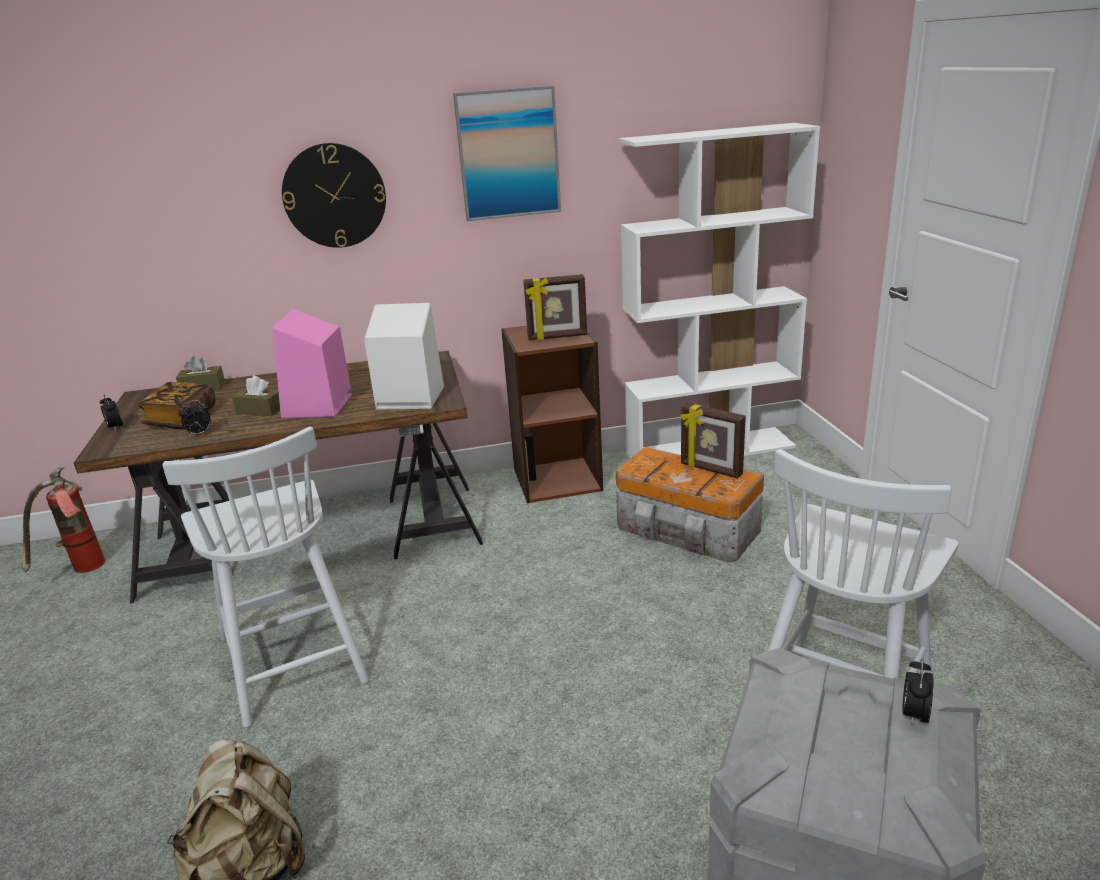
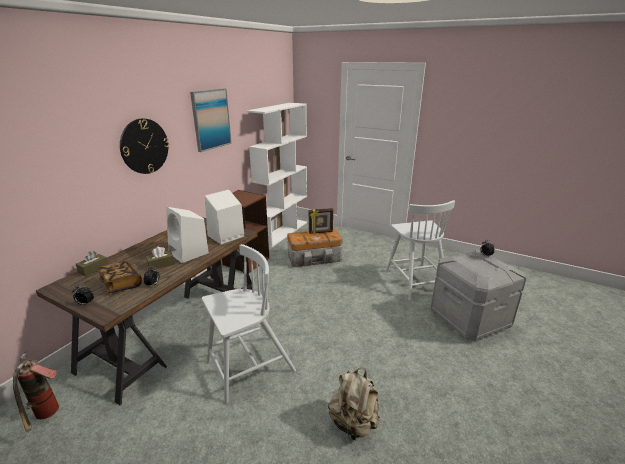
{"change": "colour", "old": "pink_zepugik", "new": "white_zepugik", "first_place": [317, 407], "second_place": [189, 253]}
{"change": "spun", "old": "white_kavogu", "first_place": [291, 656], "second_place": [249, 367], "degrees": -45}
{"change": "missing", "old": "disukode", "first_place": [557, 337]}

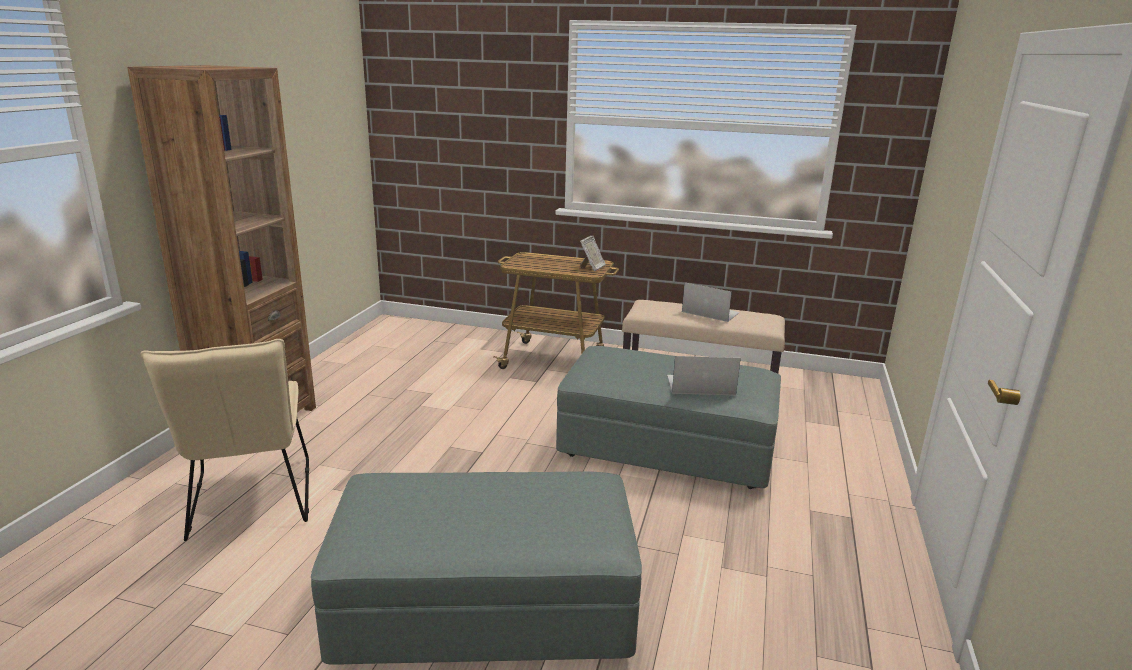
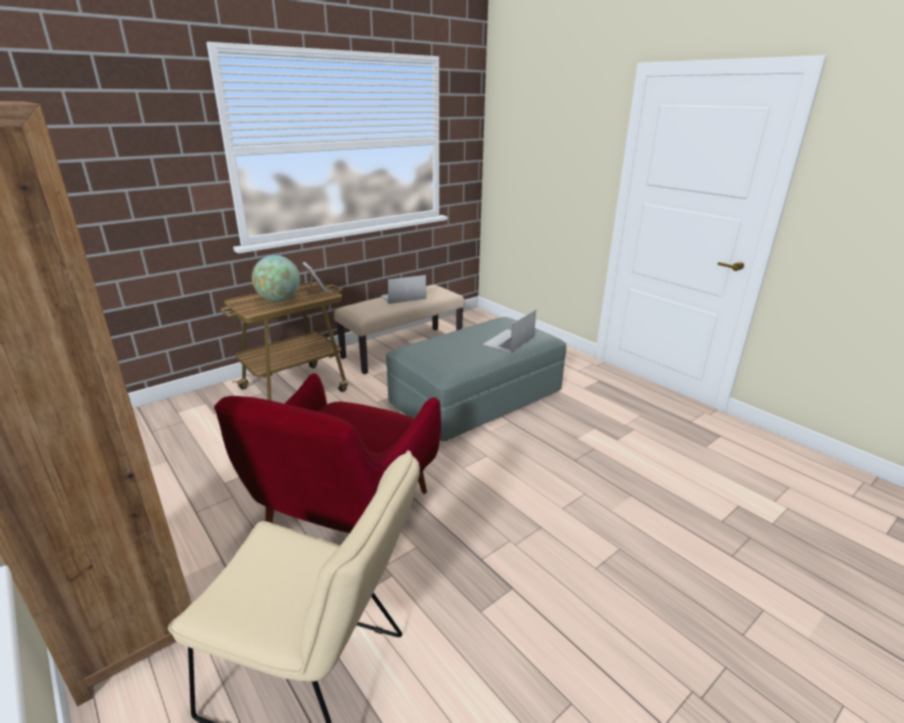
{"change": "appeared", "new": "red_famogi", "second_place": [345, 518]}
{"change": "appeared", "new": "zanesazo", "second_place": [279, 300]}
{"change": "missing", "old": "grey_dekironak", "first_place": [484, 608]}

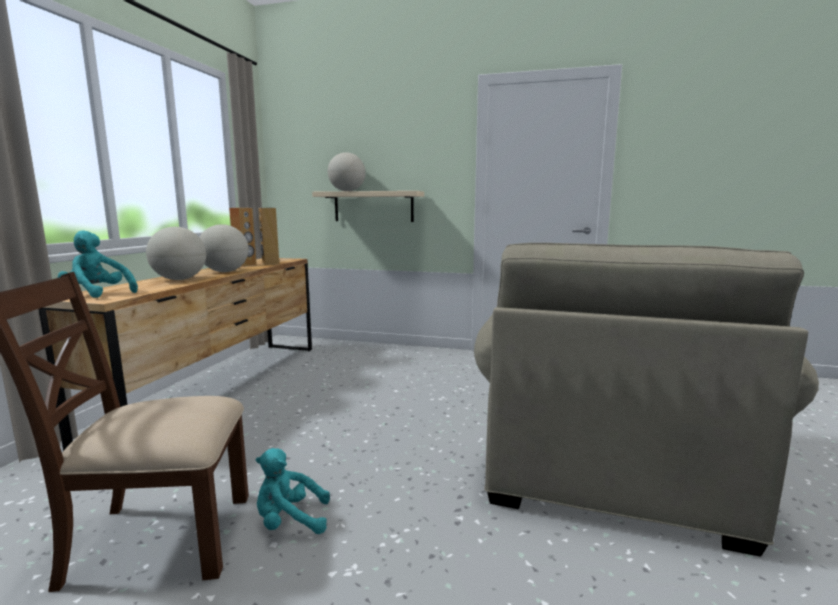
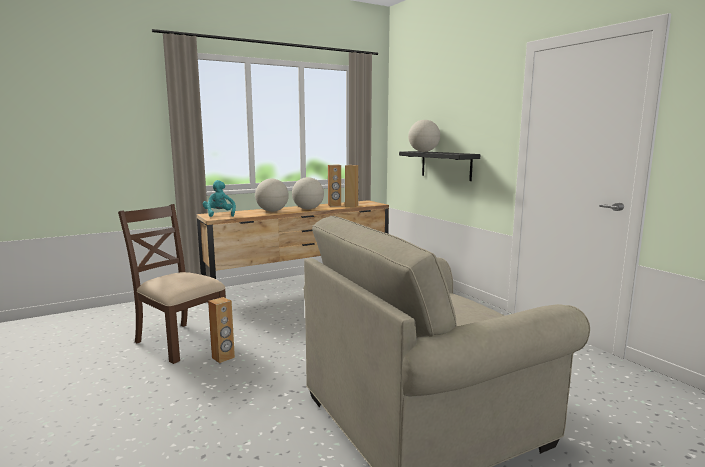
{"change": "exchanged", "old": "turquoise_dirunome", "new": "brown_zepugik", "first_place": [290, 521], "second_place": [223, 358]}
{"change": "colour", "old": "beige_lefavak", "new": "black_lefavak", "first_place": [373, 206], "second_place": [446, 165]}

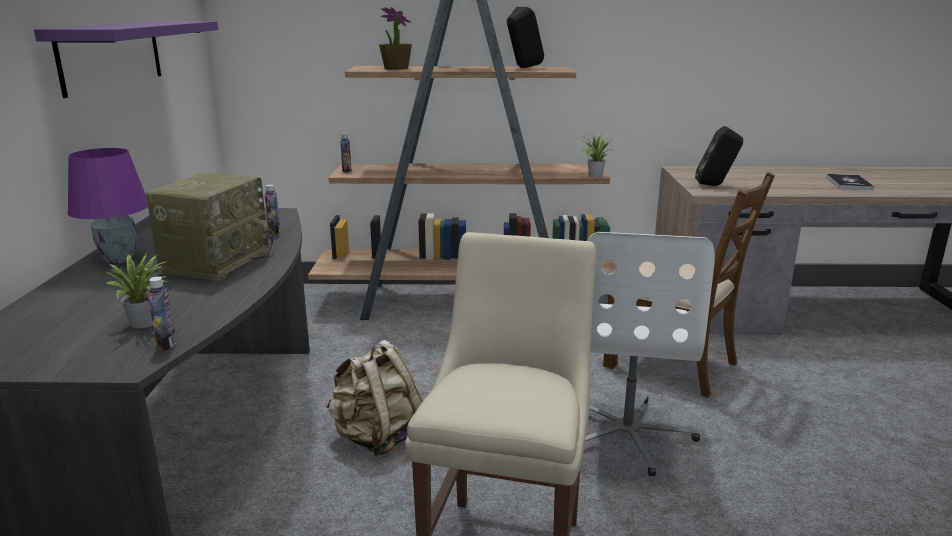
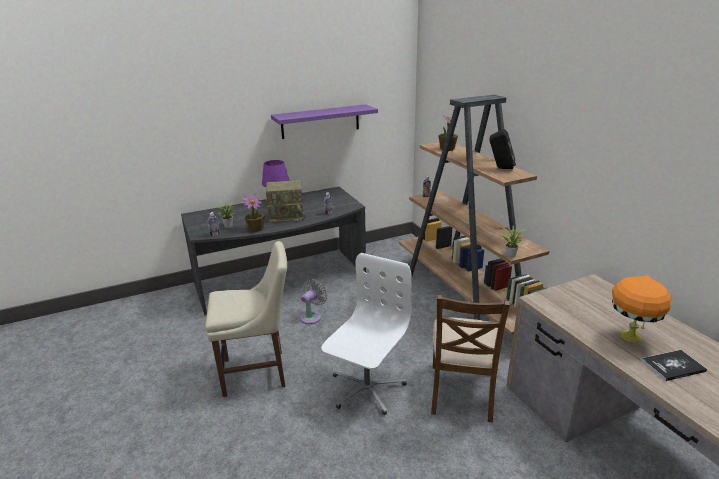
{"change": "appeared", "new": "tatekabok", "second_place": [256, 229]}
{"change": "exchanged", "old": "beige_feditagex", "new": "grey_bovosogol", "first_place": [376, 437], "second_place": [312, 316]}
{"change": "spun", "old": "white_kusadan", "first_place": [628, 433], "second_place": [366, 388], "degrees": 135}
{"change": "appeared", "new": "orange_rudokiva", "second_place": [630, 337]}
{"change": "missing", "old": "black_zepugik", "first_place": [715, 185]}

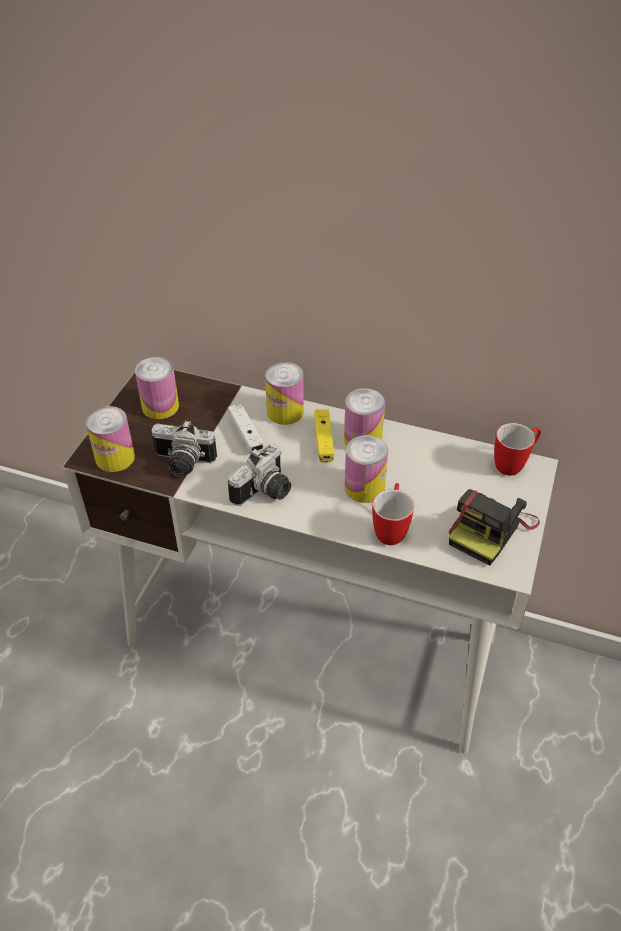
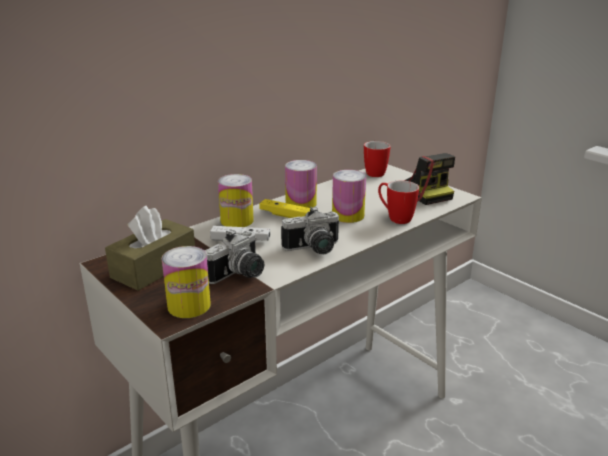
{"change": "exchanged", "old": "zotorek", "new": "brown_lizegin", "first_place": [160, 406], "second_place": [154, 268]}
{"change": "spun", "old": "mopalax", "first_place": [265, 492], "second_place": [314, 249], "degrees": 90}

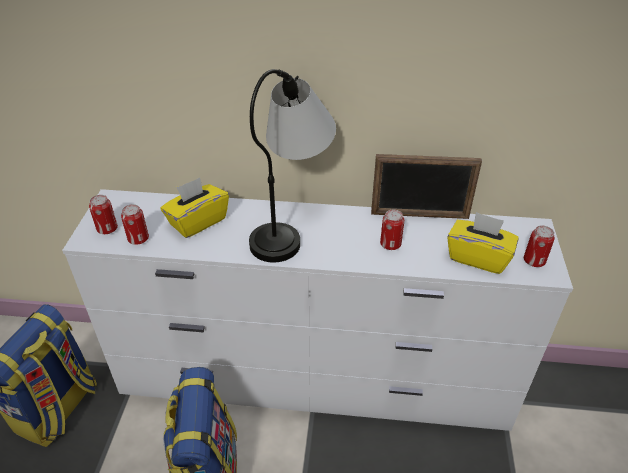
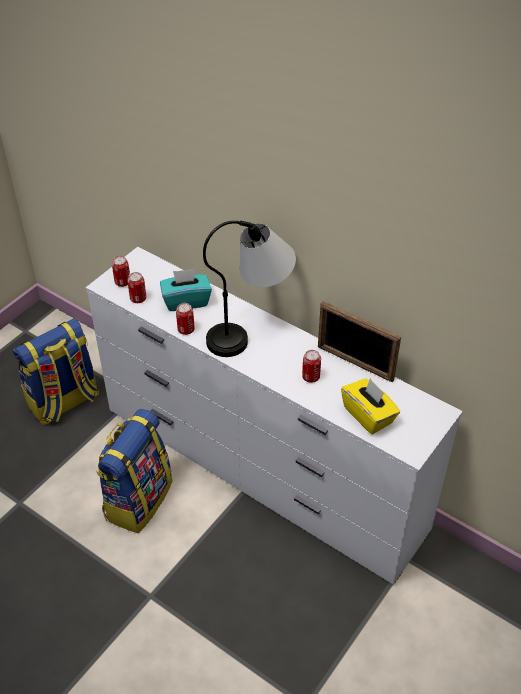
{"change": "colour", "old": "yellow_lizegin", "new": "turquoise_lizegin", "first_place": [197, 222], "second_place": [186, 301]}
{"change": "relocated", "old": "zotorek", "first_place": [534, 261], "second_place": [186, 329]}

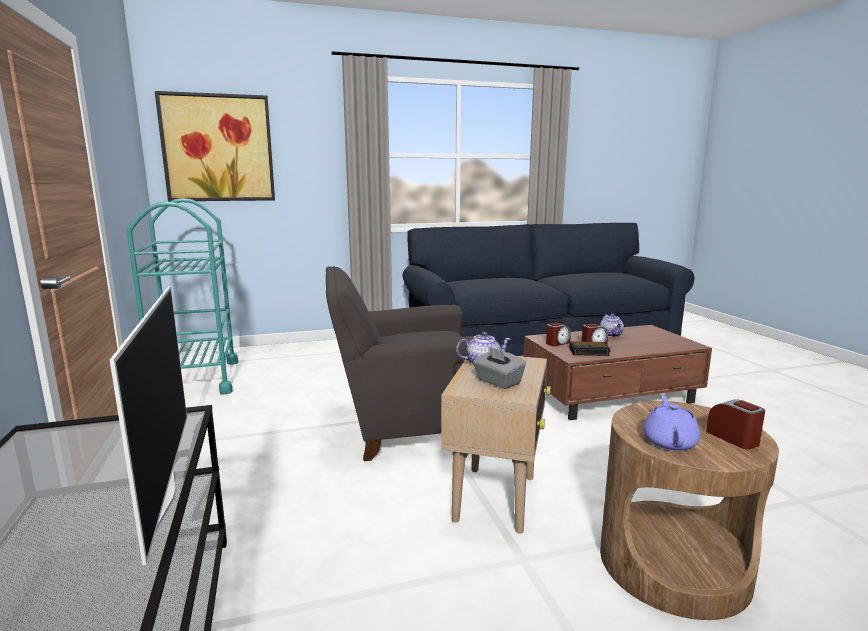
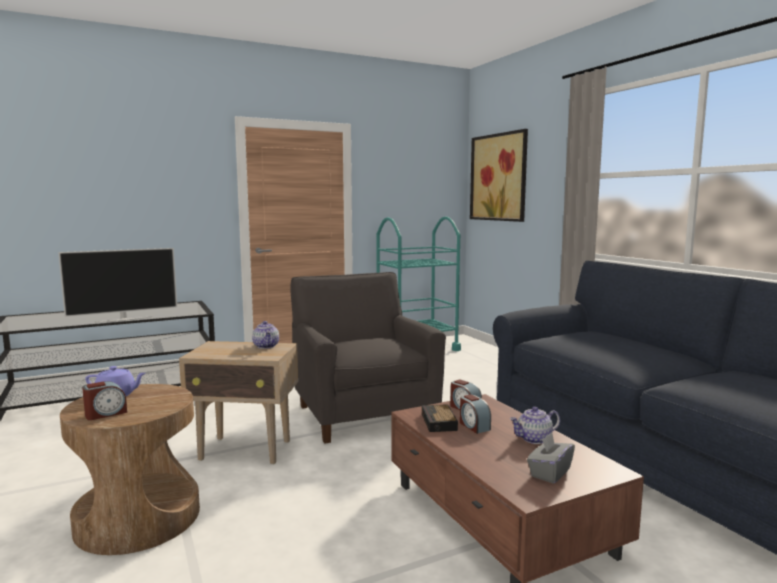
{"change": "relocated", "old": "grey_lizegin", "first_place": [498, 382], "second_place": [549, 473]}

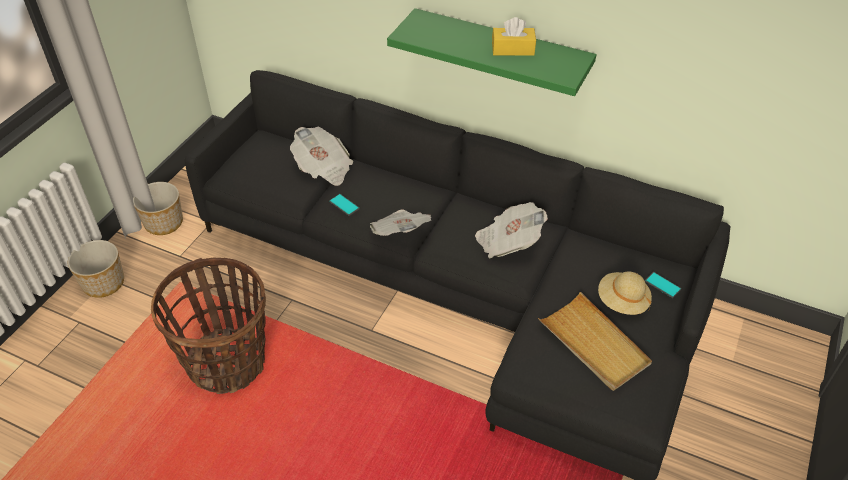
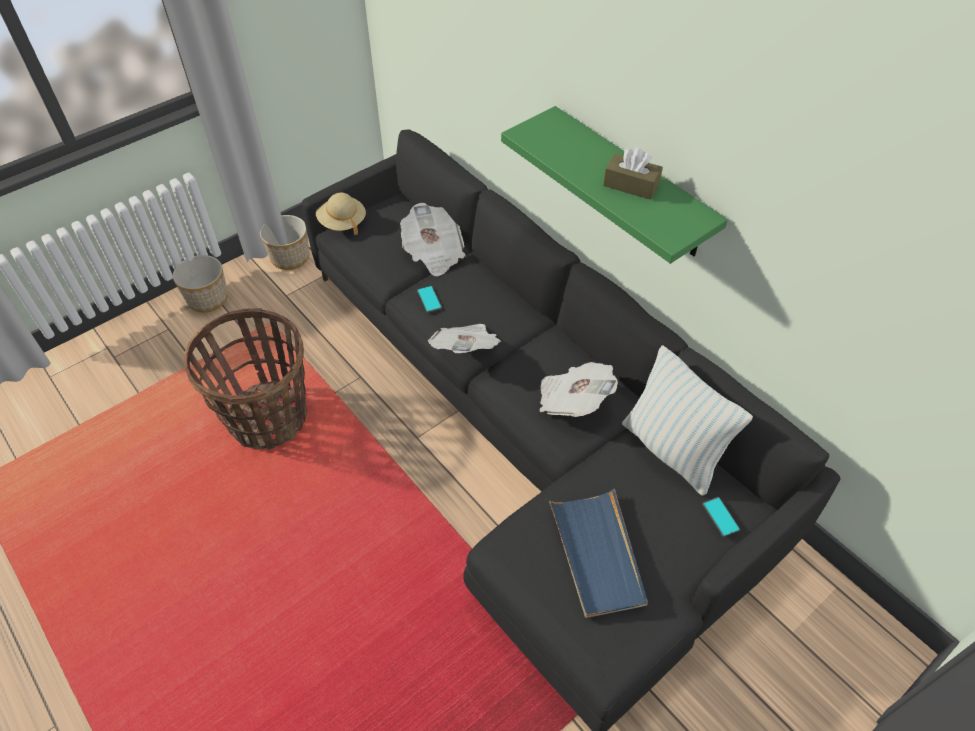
{"change": "relocated", "old": "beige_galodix", "first_place": [622, 302], "second_place": [342, 222]}
{"change": "colour", "old": "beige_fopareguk", "new": "blue_fopareguk", "first_place": [594, 344], "second_place": [597, 554]}
{"change": "colour", "old": "yellow_lizegin", "new": "brown_lizegin", "first_place": [513, 49], "second_place": [631, 185]}
{"change": "appeared", "new": "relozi", "second_place": [672, 450]}

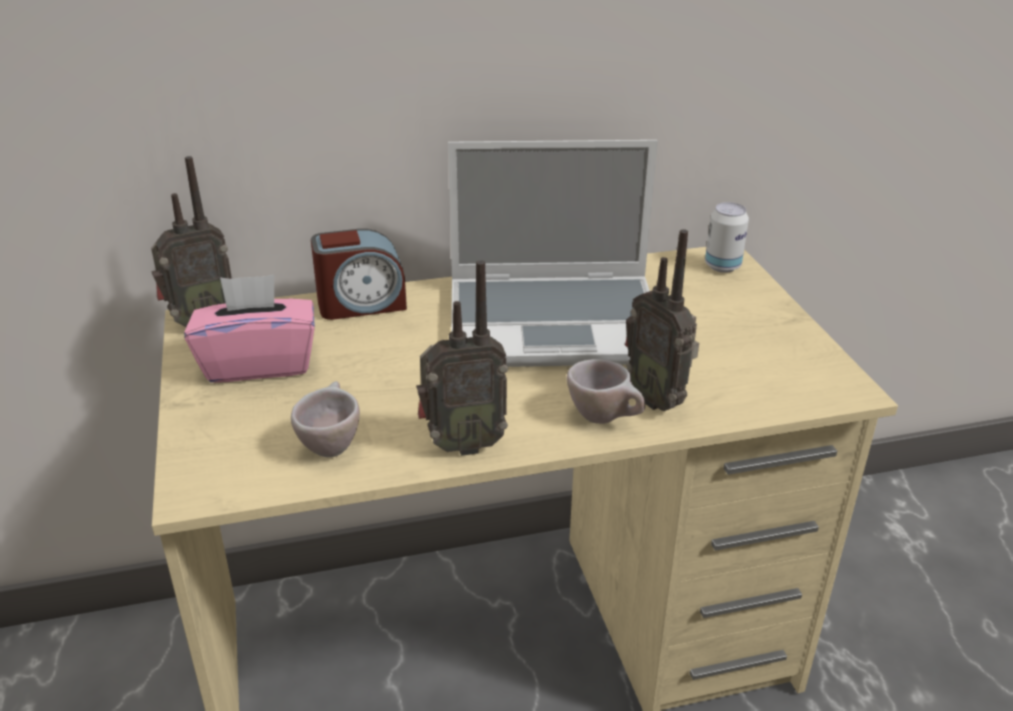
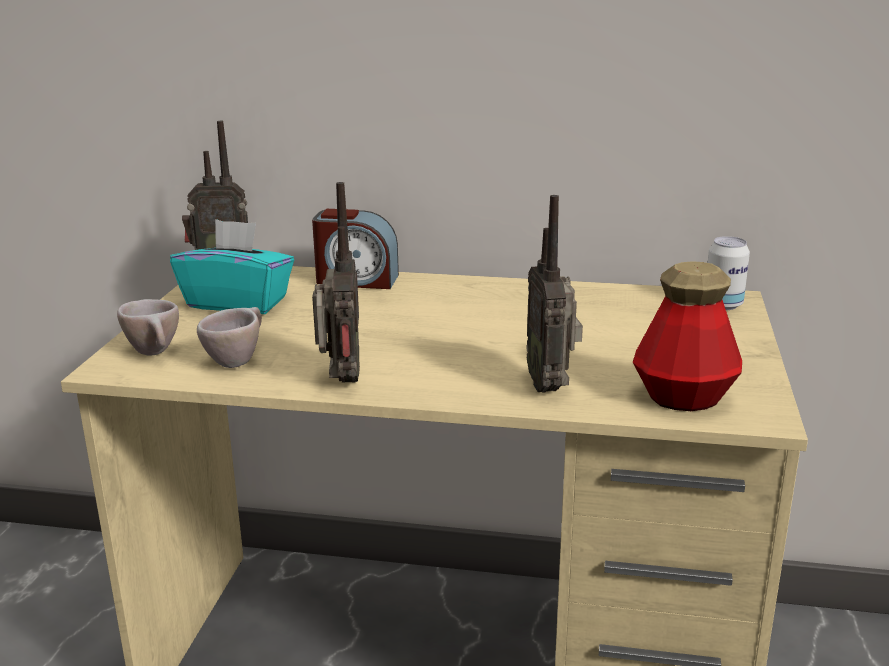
{"change": "relocated", "old": "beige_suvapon", "first_place": [605, 418], "second_place": [156, 354]}
{"change": "colour", "old": "pink_lizegin", "new": "turquoise_lizegin", "first_place": [259, 363], "second_place": [238, 302]}
{"change": "spun", "old": "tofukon", "first_place": [461, 444], "second_place": [340, 381], "degrees": -105}
{"change": "appeared", "new": "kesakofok", "second_place": [683, 398]}
{"change": "missing", "old": "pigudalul", "first_place": [556, 323]}

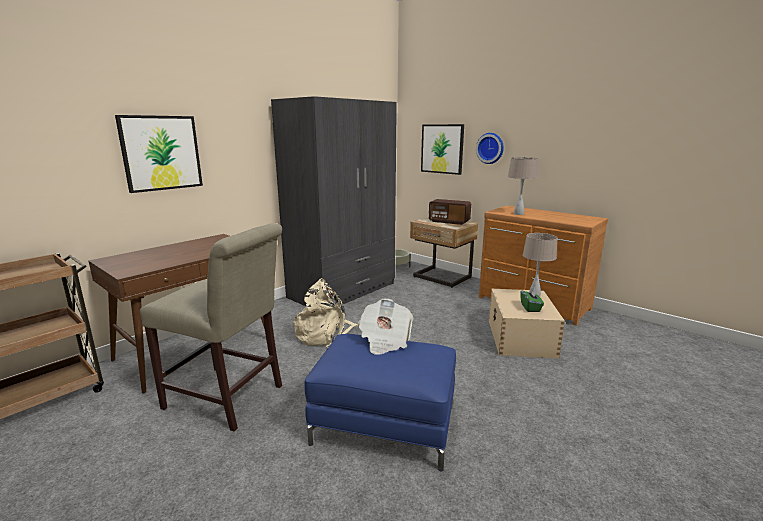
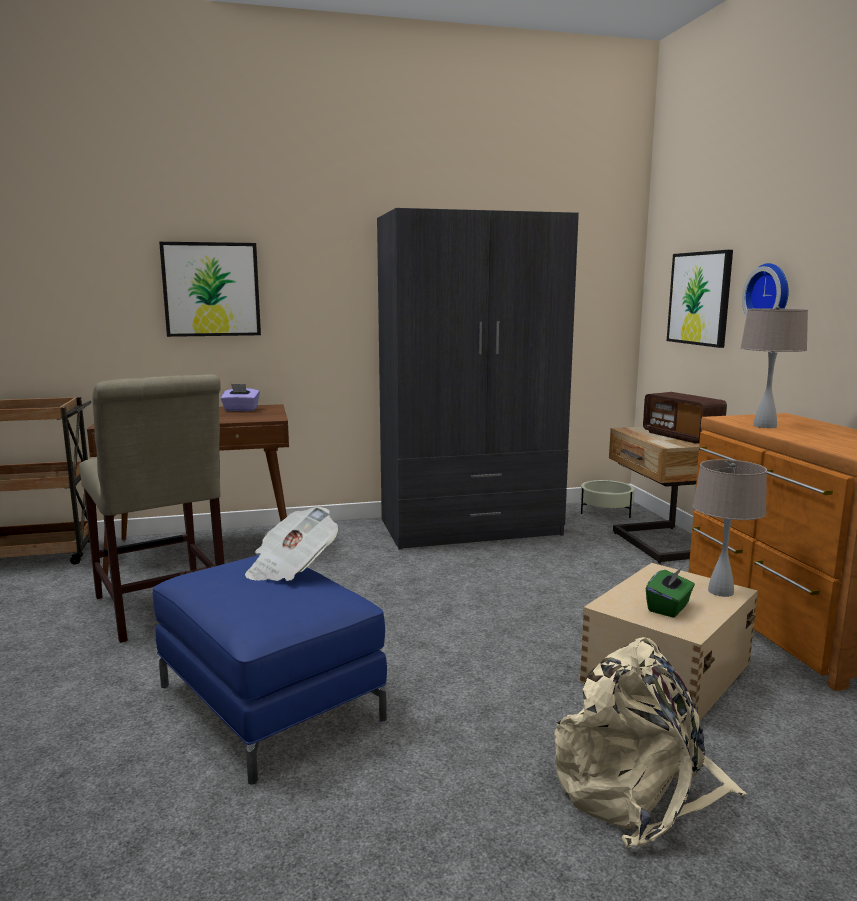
{"change": "appeared", "new": "purple_lizegin", "second_place": [241, 410]}
{"change": "relocated", "old": "beige_feditagex", "first_place": [325, 334], "second_place": [638, 789]}

